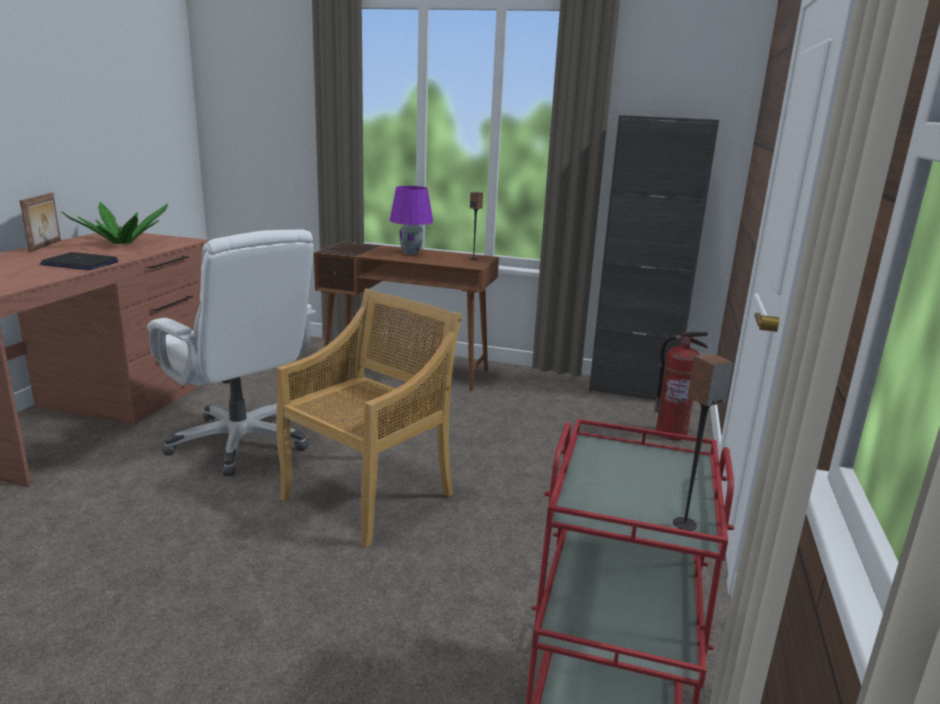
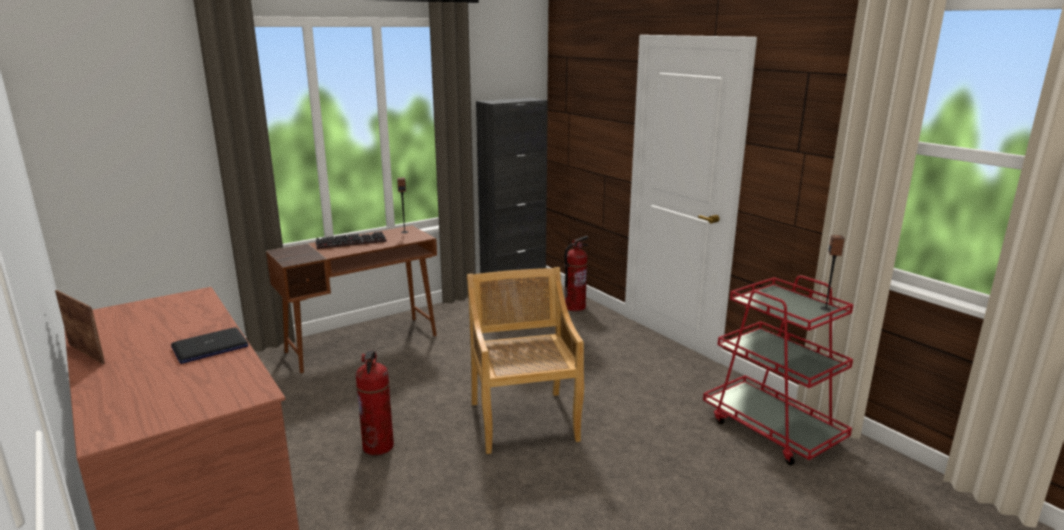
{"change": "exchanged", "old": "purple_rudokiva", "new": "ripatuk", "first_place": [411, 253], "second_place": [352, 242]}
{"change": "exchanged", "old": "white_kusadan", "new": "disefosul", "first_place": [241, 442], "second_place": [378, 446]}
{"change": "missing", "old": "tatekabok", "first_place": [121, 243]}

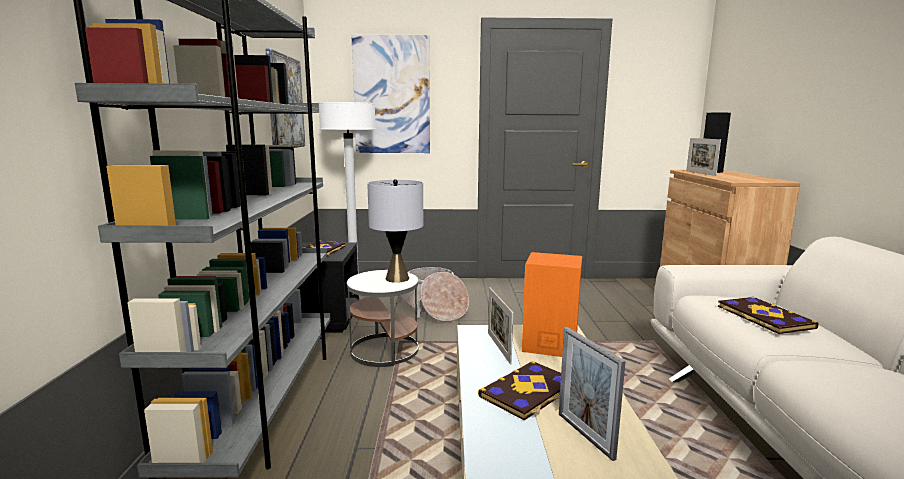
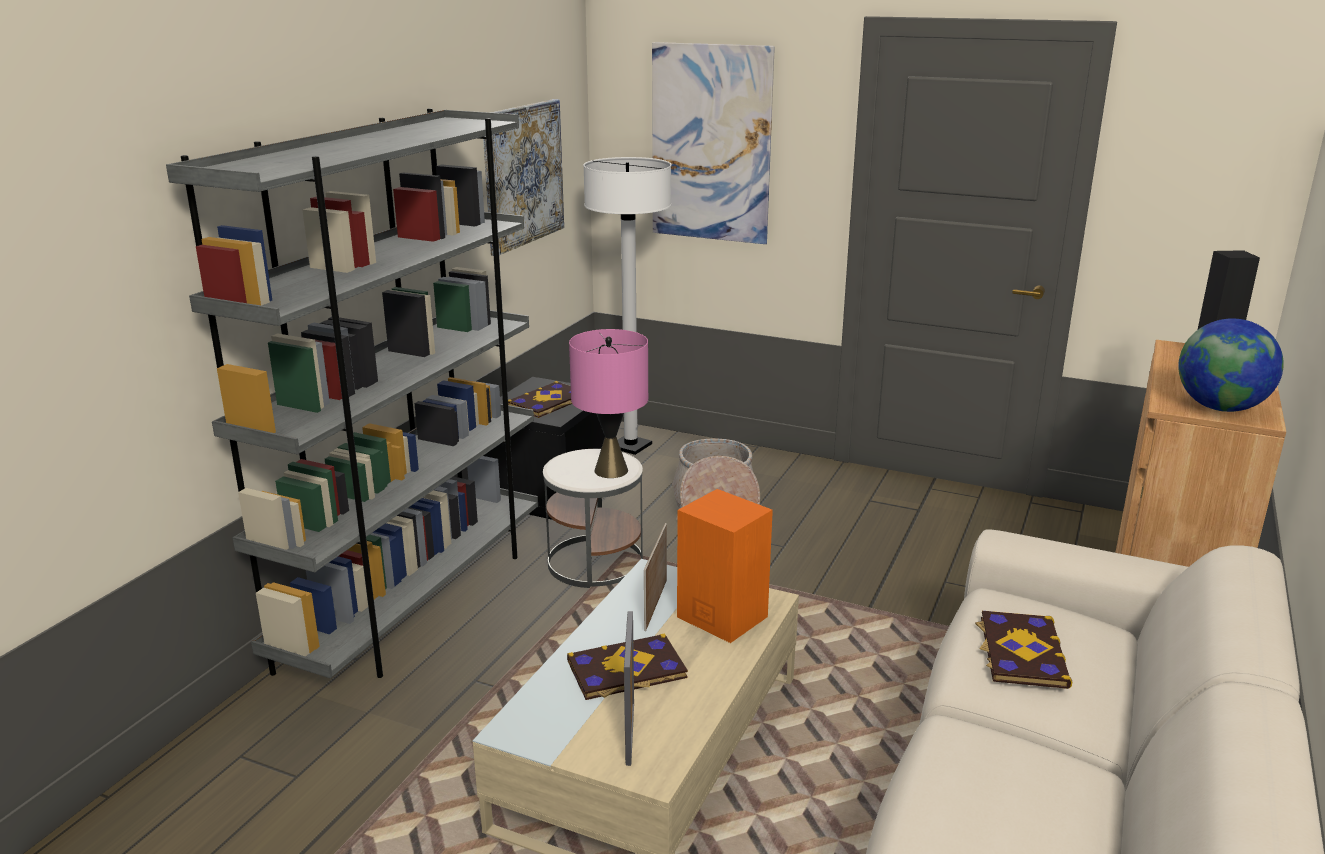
{"change": "colour", "old": "grey_rudokiva", "new": "pink_rudokiva", "first_place": [397, 278], "second_place": [611, 470]}
{"change": "appeared", "new": "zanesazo", "second_place": [1220, 408]}
{"change": "missing", "old": "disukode", "first_place": [700, 173]}

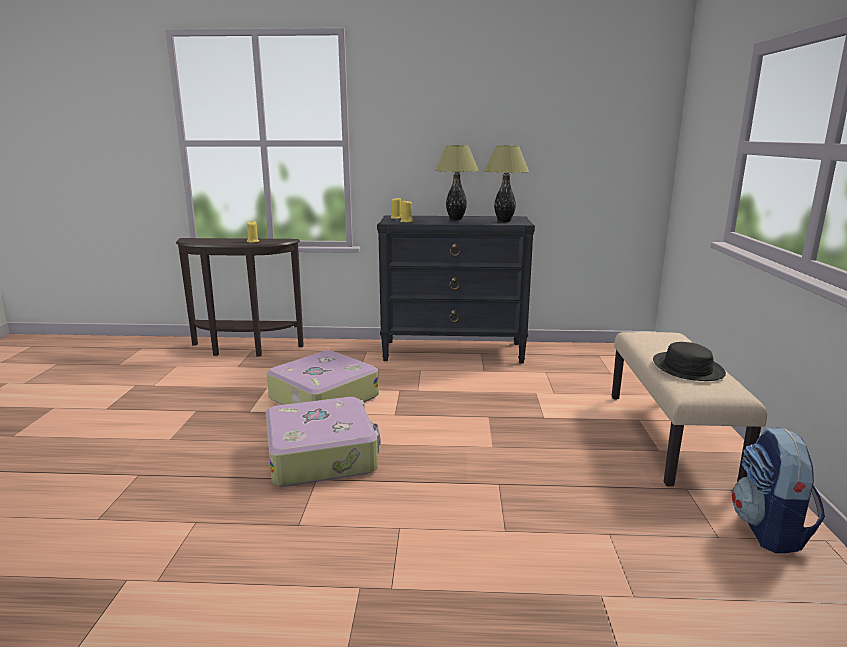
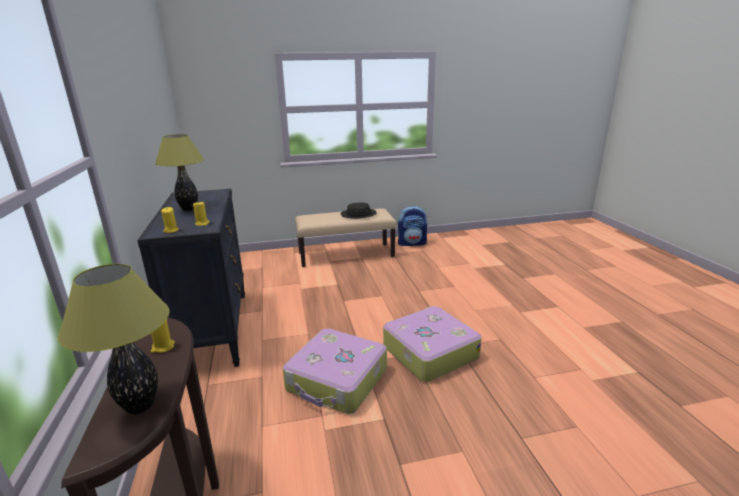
{"change": "relocated", "old": "rudokiva", "first_place": [504, 221], "second_place": [140, 405]}

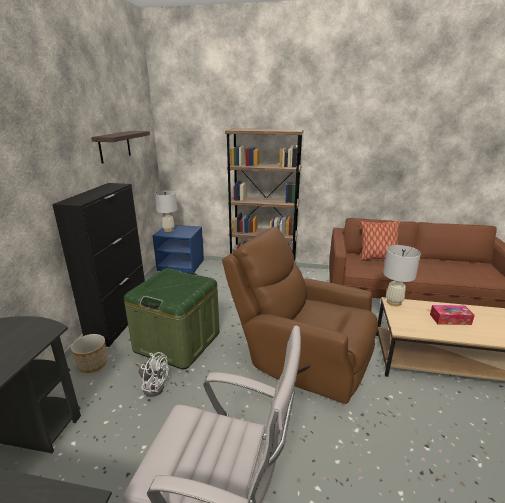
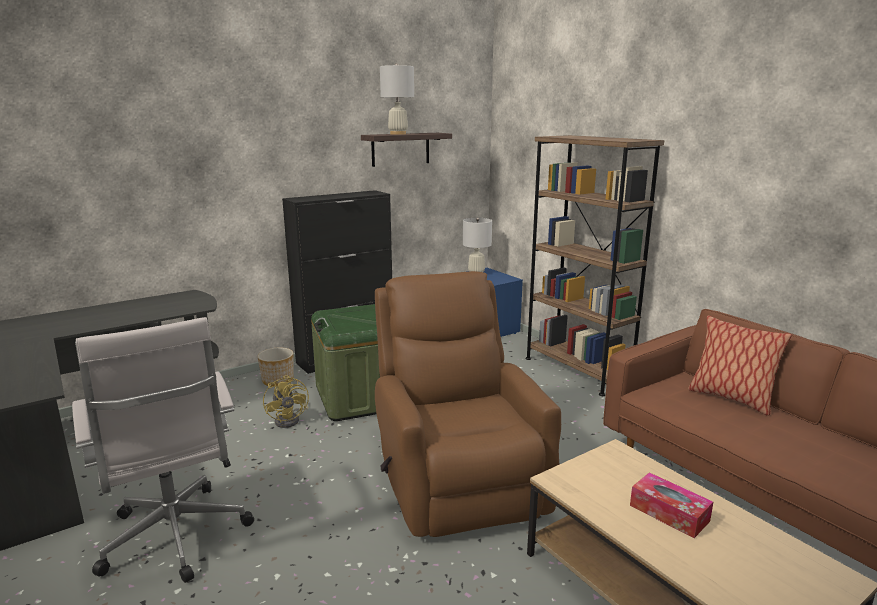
{"change": "colour", "old": "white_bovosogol", "new": "yellow_bovosogol", "first_place": [153, 386], "second_place": [290, 419]}
{"change": "relocated", "old": "white_rudokiva", "first_place": [394, 302], "second_place": [398, 134]}

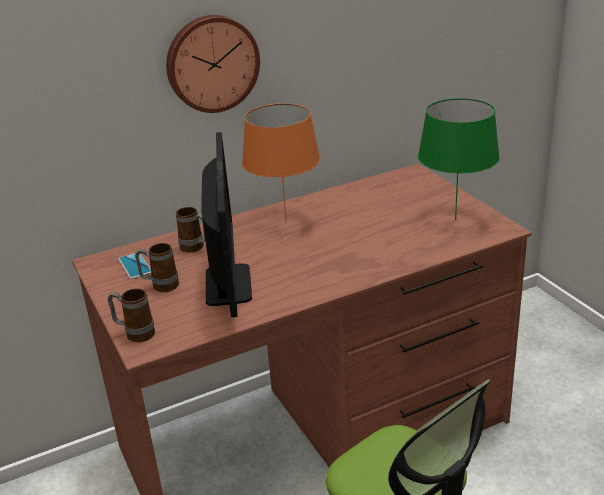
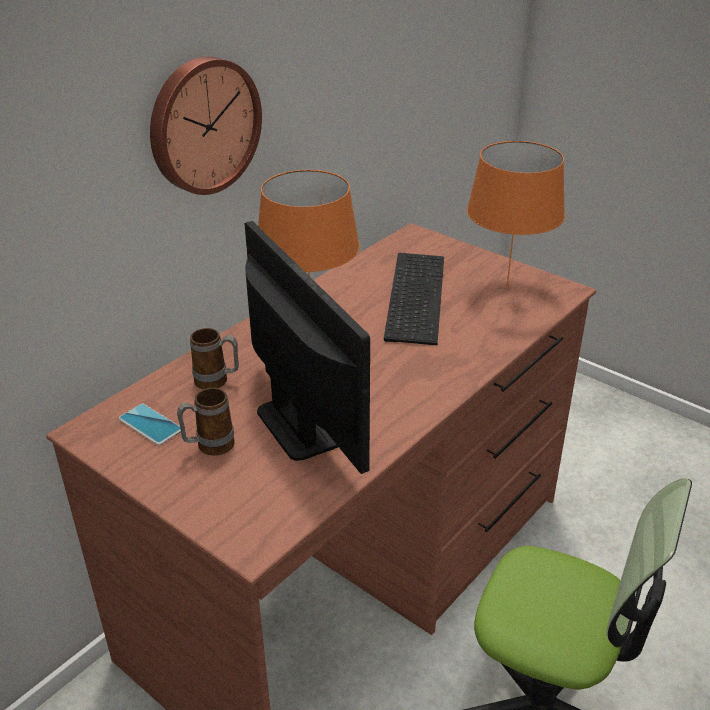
{"change": "appeared", "new": "ripatuk", "second_place": [412, 296]}
{"change": "colour", "old": "green_rudokiva", "new": "orange_rudokiva", "first_place": [454, 220], "second_place": [505, 288]}
{"change": "missing", "old": "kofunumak", "first_place": [135, 334]}

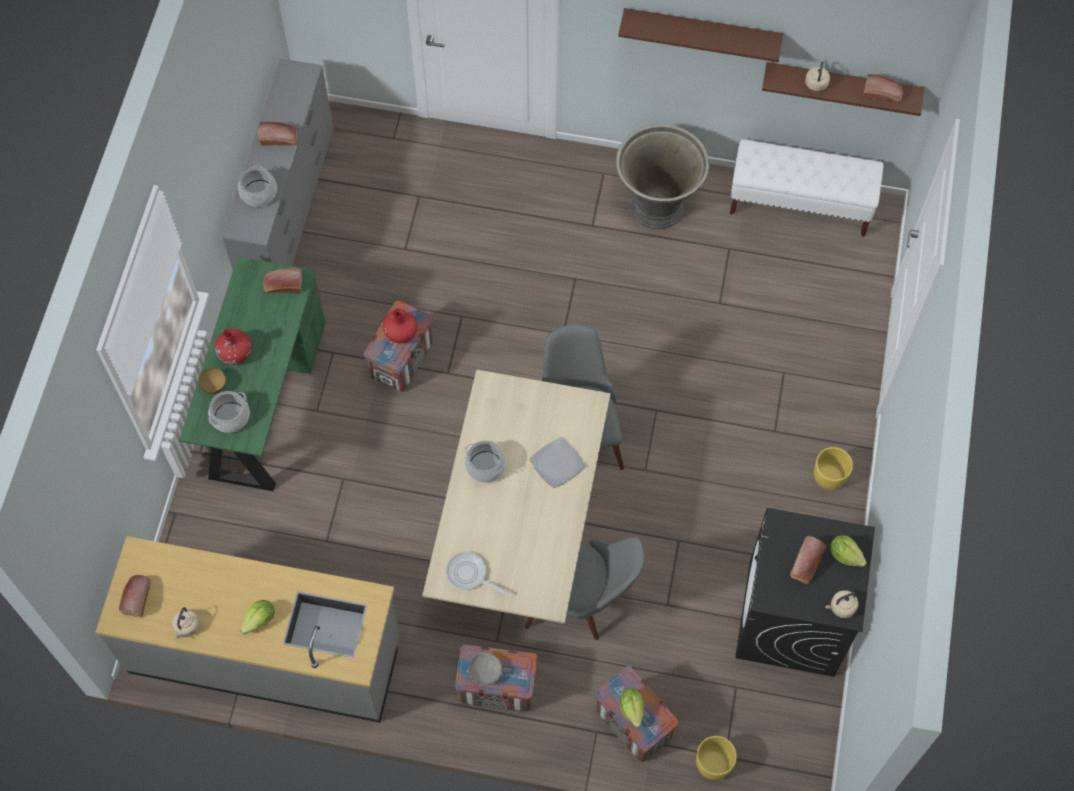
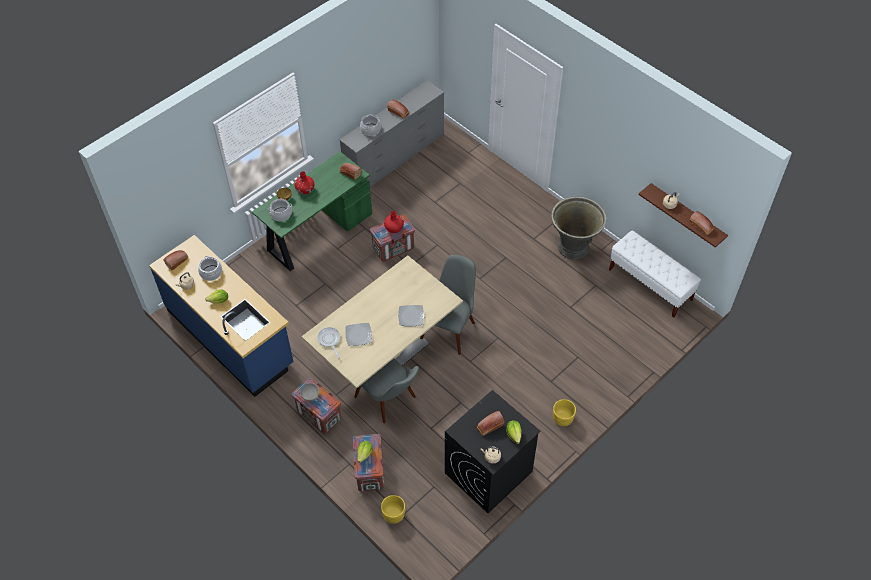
{"change": "colour", "old": "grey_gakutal", "new": "blue_gakutal", "first_place": [266, 653], "second_place": [230, 336]}
{"change": "relocated", "old": "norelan", "first_place": [485, 466], "second_place": [211, 273]}
{"change": "appeared", "new": "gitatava", "second_place": [358, 335]}
{"change": "missing", "old": "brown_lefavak", "first_place": [702, 31]}

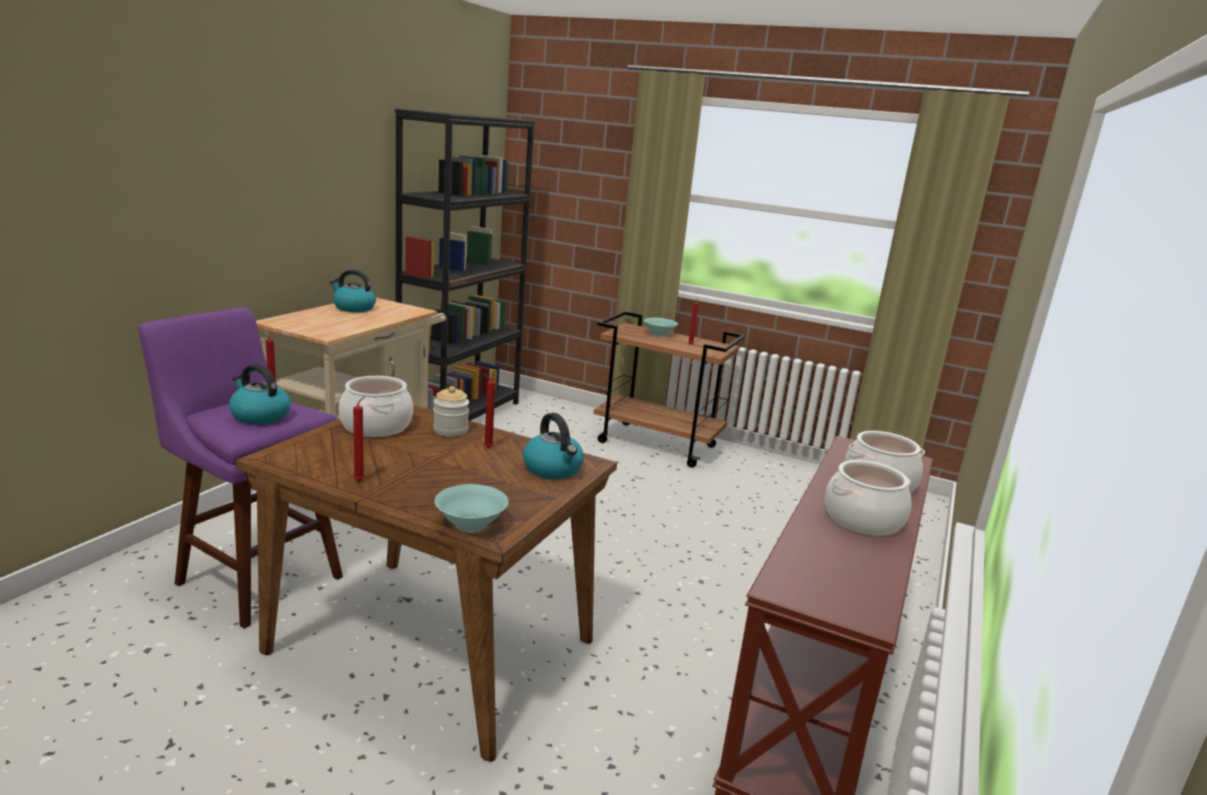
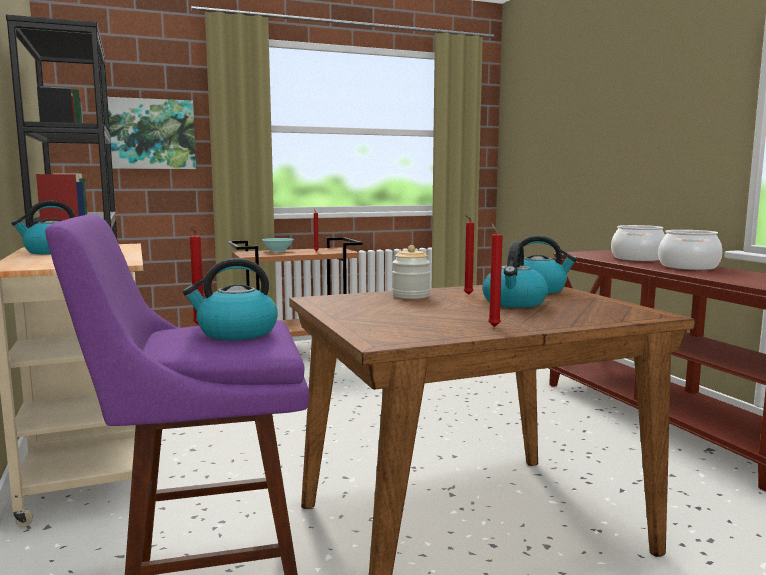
{"change": "appeared", "new": "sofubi", "second_place": [153, 134]}
{"change": "appeared", "new": "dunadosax", "second_place": [514, 303]}
{"change": "missing", "old": "norelan", "first_place": [376, 426]}
{"change": "missing", "old": "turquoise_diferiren", "first_place": [471, 524]}

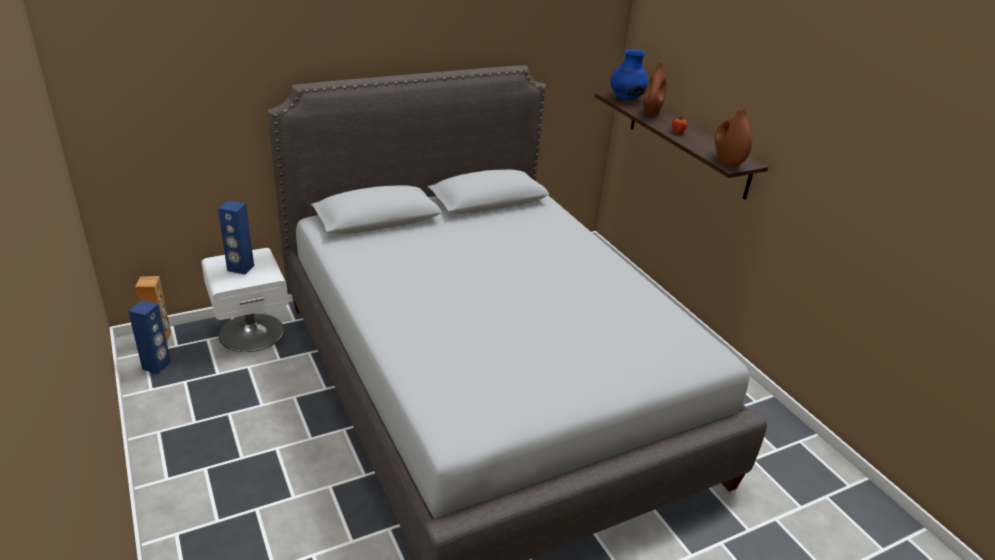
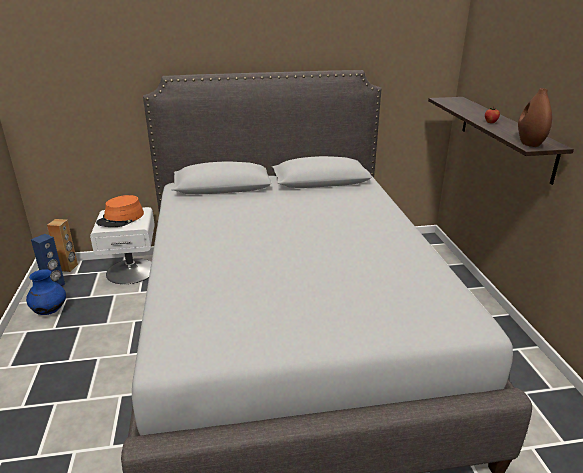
{"change": "relocated", "old": "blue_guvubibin", "first_place": [626, 98], "second_place": [50, 311]}
{"change": "exchanged", "old": "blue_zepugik", "new": "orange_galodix", "first_place": [240, 268], "second_place": [121, 218]}
{"change": "missing", "old": "brown_guvubibin", "first_place": [651, 112]}

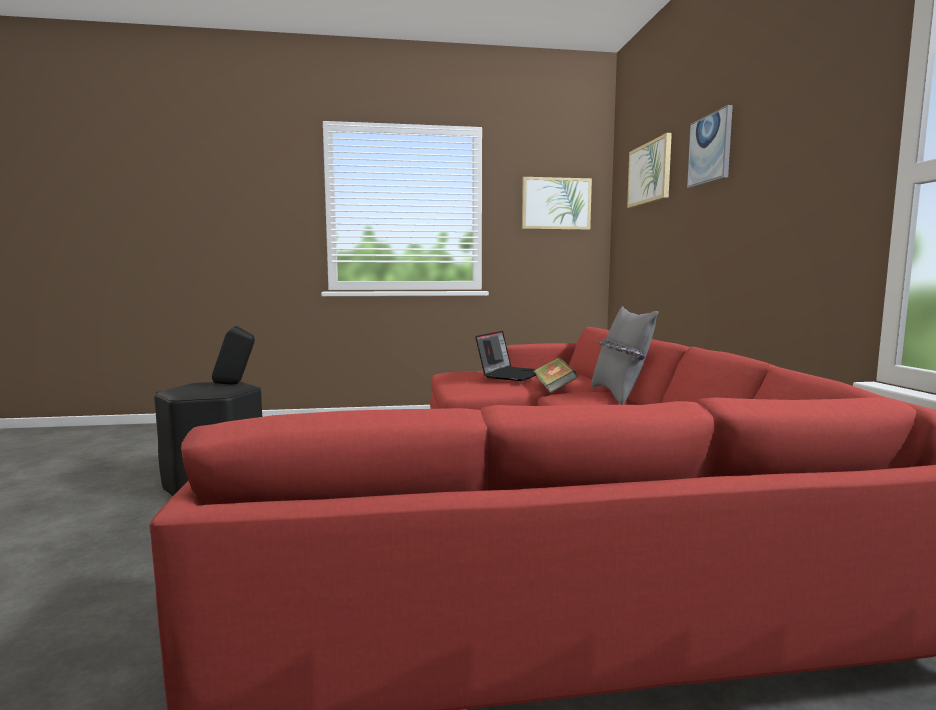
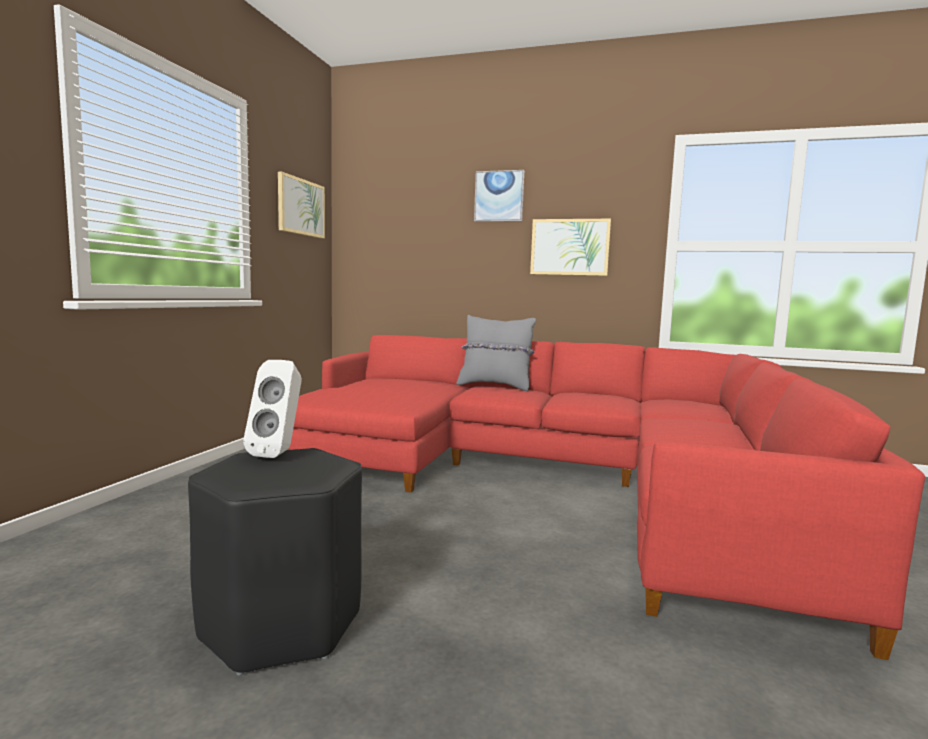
{"change": "colour", "old": "black_zepugik", "new": "white_zepugik", "first_place": [235, 384], "second_place": [279, 453]}
{"change": "relocated", "old": "sofubi", "first_place": [649, 173], "second_place": [570, 247]}
{"change": "missing", "old": "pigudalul", "first_place": [511, 374]}
{"change": "missing", "old": "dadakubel", "first_place": [554, 388]}

